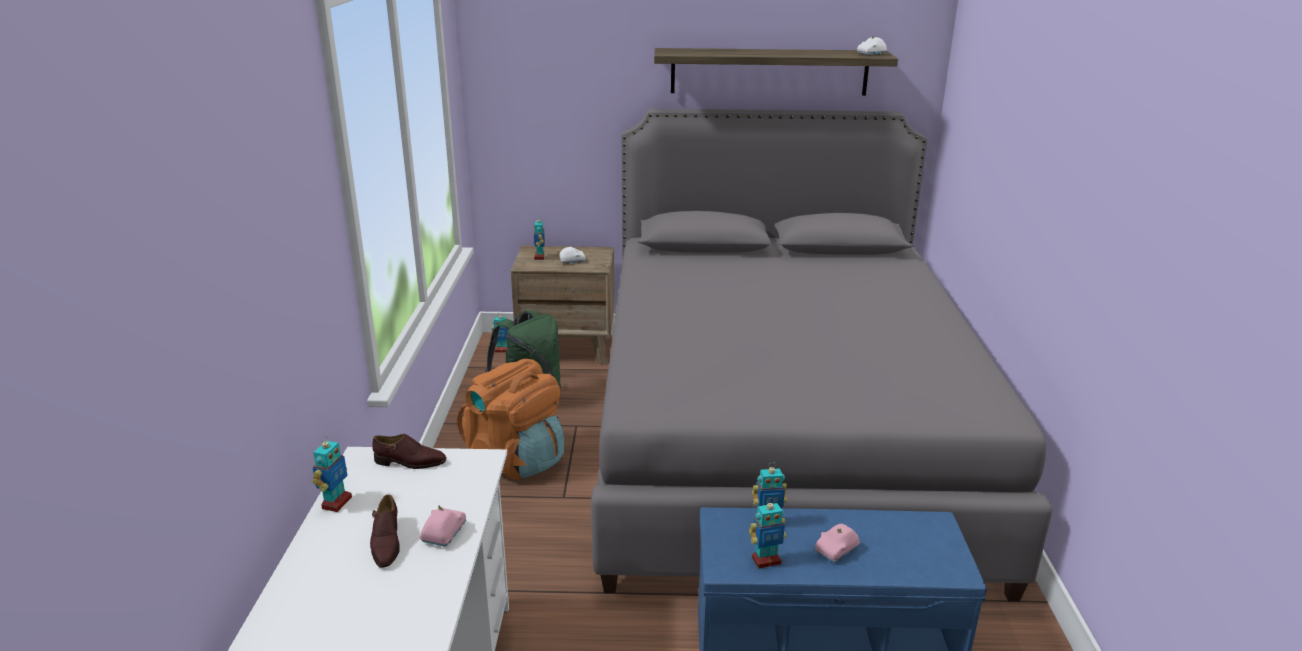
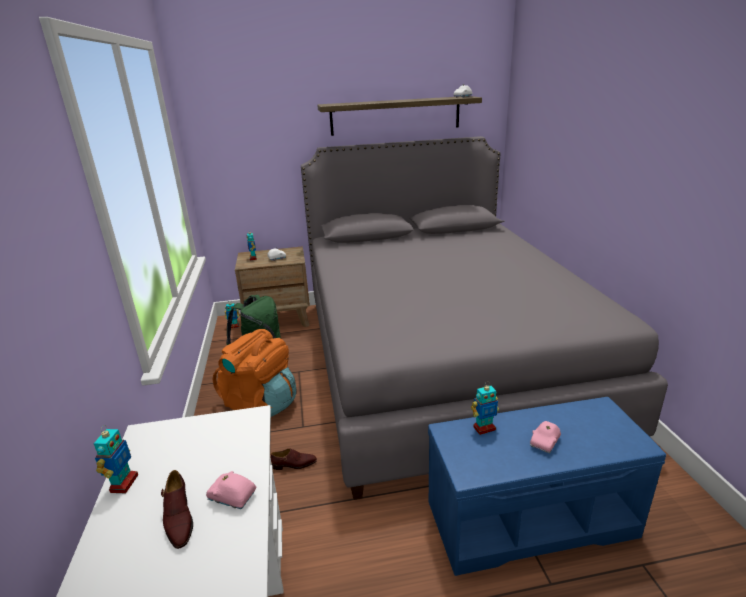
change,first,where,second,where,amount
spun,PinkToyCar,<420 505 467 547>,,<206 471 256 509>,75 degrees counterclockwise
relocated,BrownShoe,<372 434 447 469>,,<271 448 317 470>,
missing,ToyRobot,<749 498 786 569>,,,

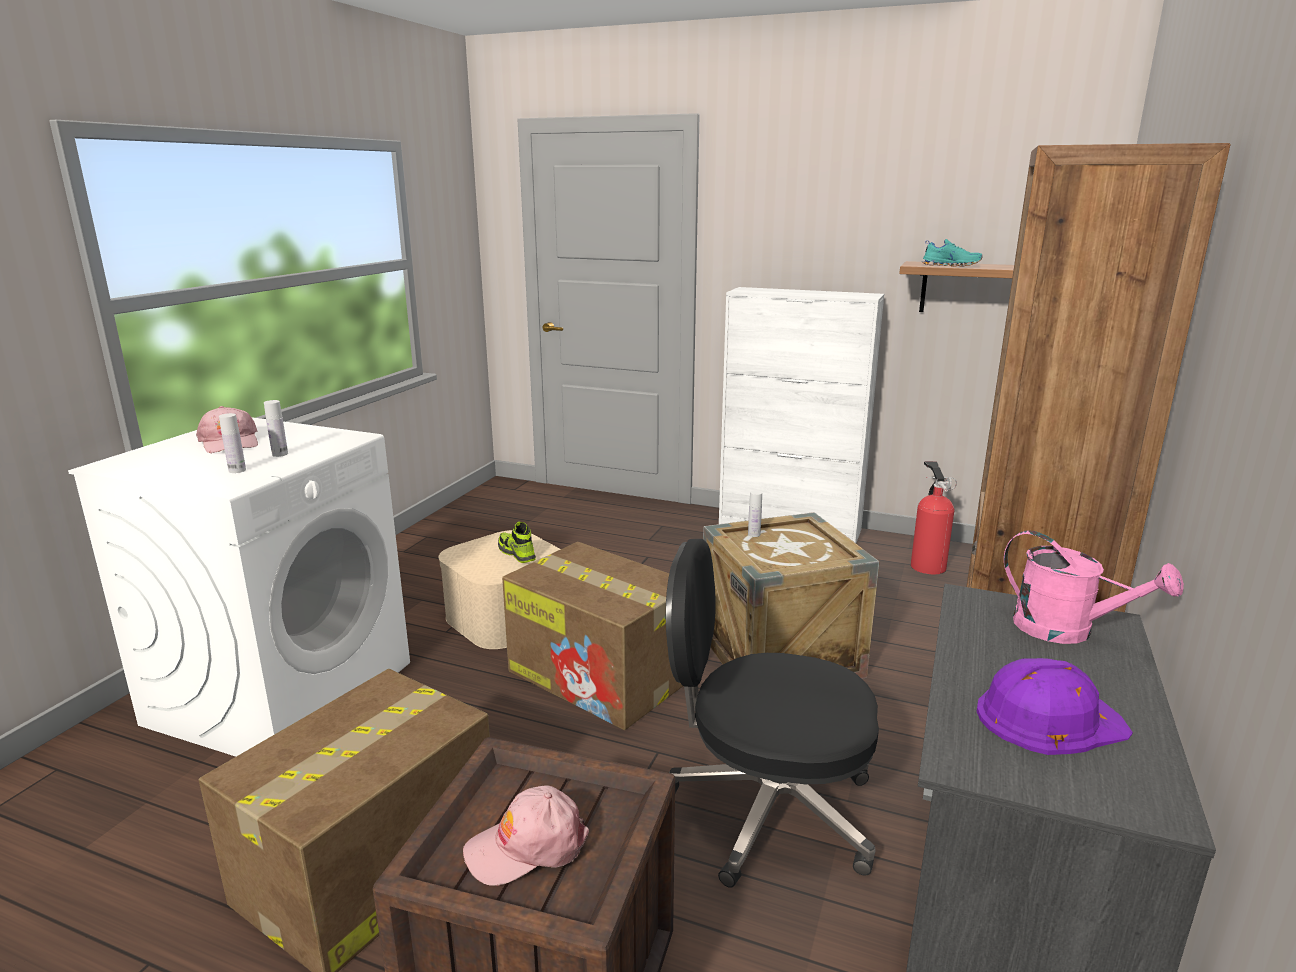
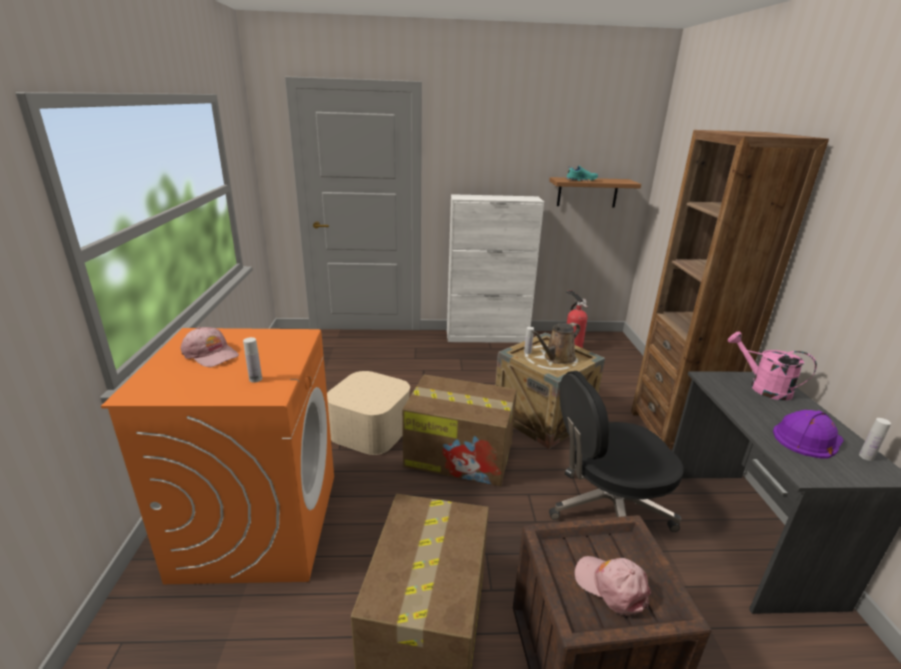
change,first,where,second,where,amount
colour,WhiteWashingMachine,<68 417 410 757>,OrangeWashingMachine,<101 328 334 584>,
appeared,,,BrownWateringCan,<532 323 580 364>,
spun,PinkCap,<463 785 589 886>,,<575 556 651 616>,90 degrees clockwise
spun,PinkWateringCan,<1004 530 1184 644>,,<727 332 817 401>,150 degrees counterclockwise
relocated,WhiteBottle,<264 400 288 457>,,<859 418 891 461>,
missing,Shoe,<498 522 536 563>,,,

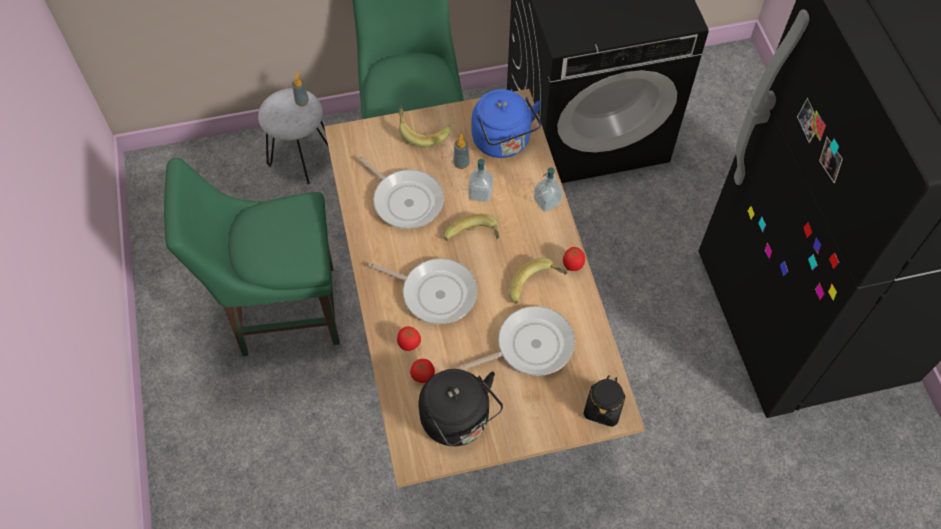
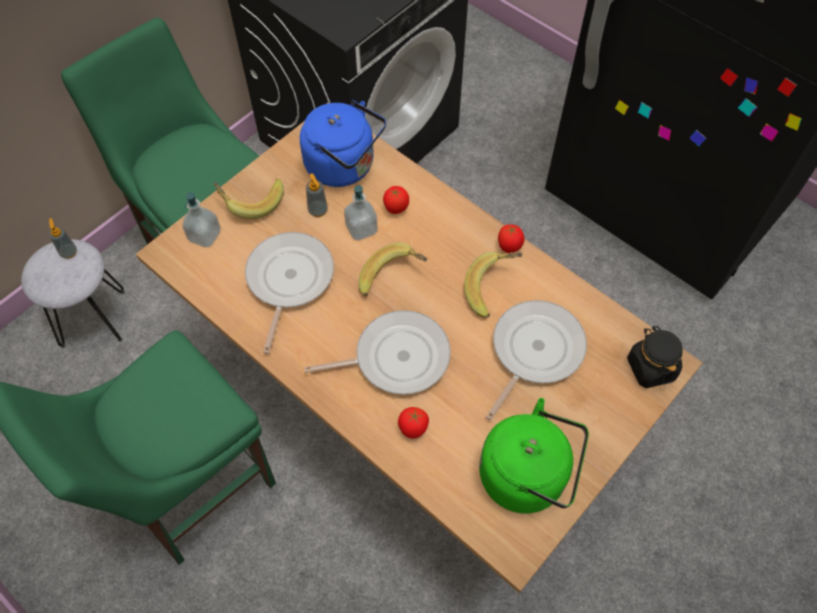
change,first,where,second,where,amount
relocated,SoapDispenser,<534 167 563 212>,,<182 192 221 248>,
spun,FryingPan,<357 156 444 229>,,<245 232 334 354>,90 degrees counterclockwise
relocated,Tomato,<410 359 435 383>,,<383 186 409 214>,
colour,BlackKettle,<419 369 503 446>,GreenKettle,<479 398 589 514>,

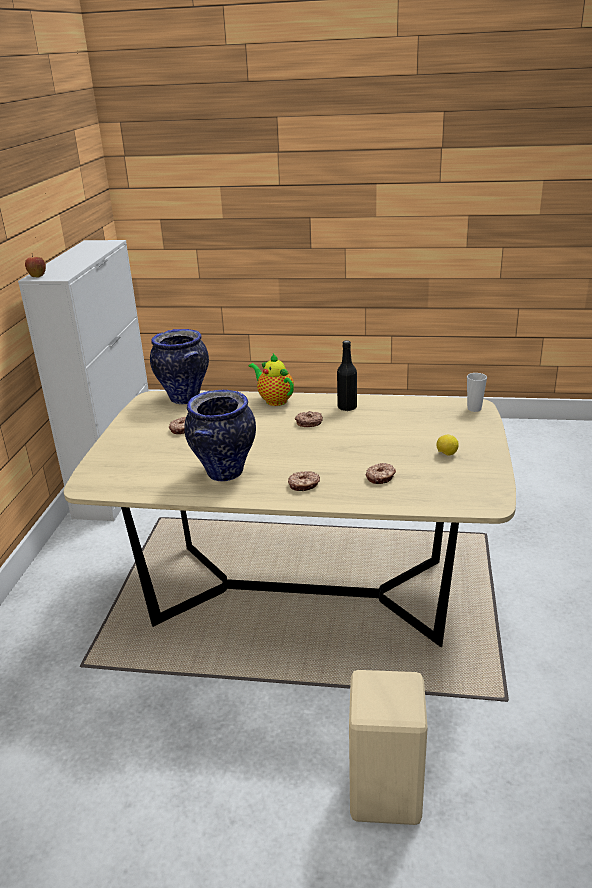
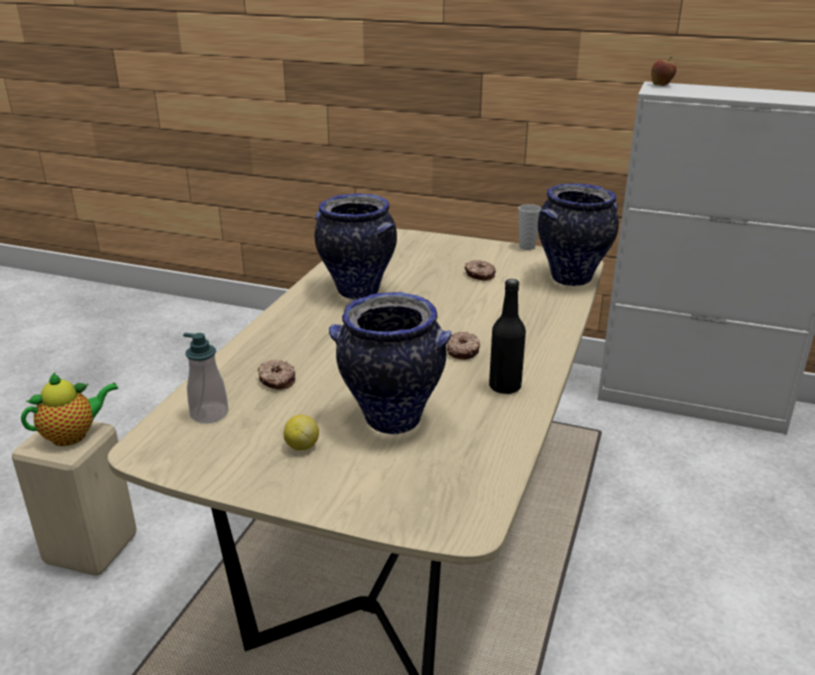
change,first,where,second,where,amount
relocated,Teapot,<249 353 294 406>,,<21 373 119 446>,
appeared,,,SoapDispenser,<183 333 229 423>,
appeared,,,Vase,<329 292 452 434>,
relocated,Cup,<467 373 487 412>,,<518 204 541 250>,
missing,Donut,<288 471 320 491>,,,

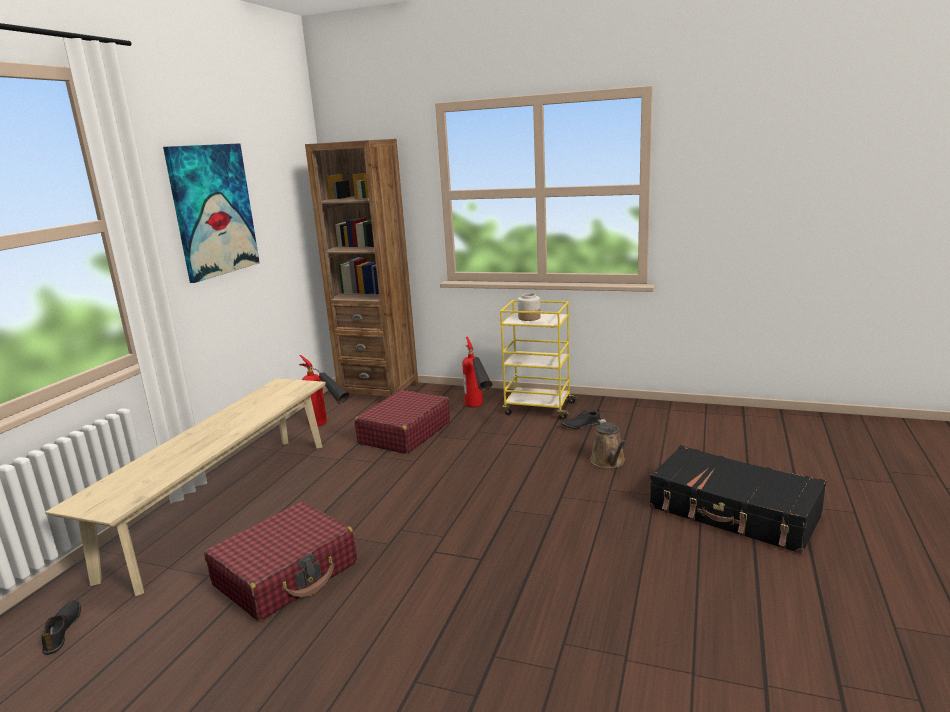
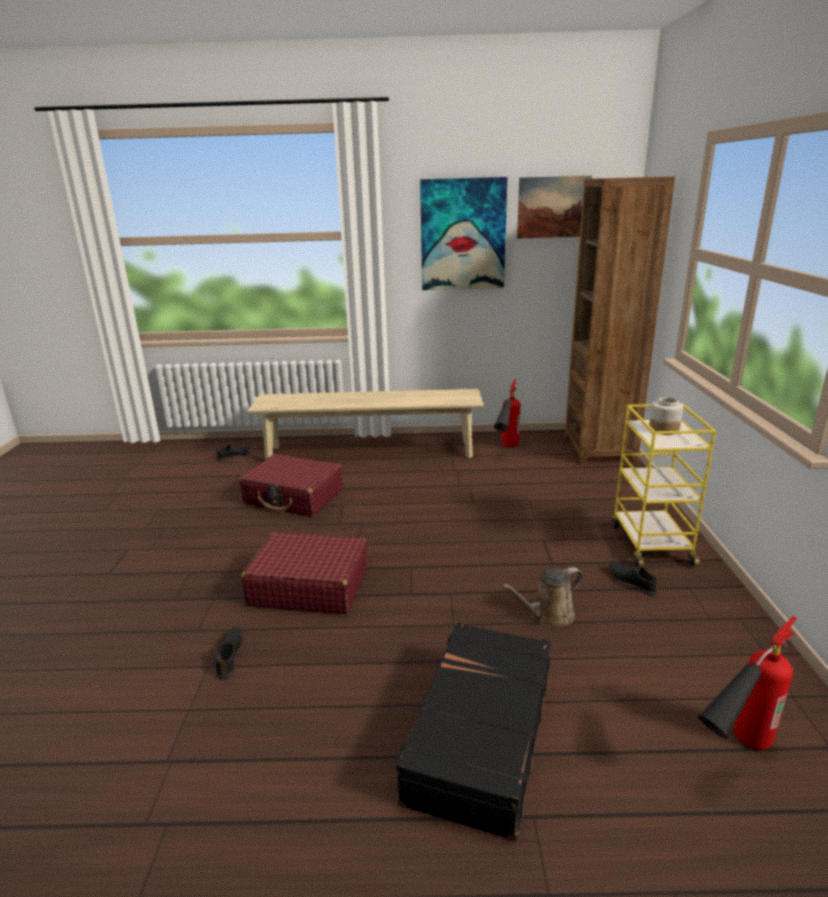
change,first,where,second,where,amount
appeared,,,BlackShoe,<216 627 243 679>,
relocated,RedSuitcase,<355 390 450 454>,,<241 532 367 614>,
appeared,,,Picture,<517 176 592 239>,
relocated,FireExtinguisher,<462 337 492 407>,,<698 616 797 750>,

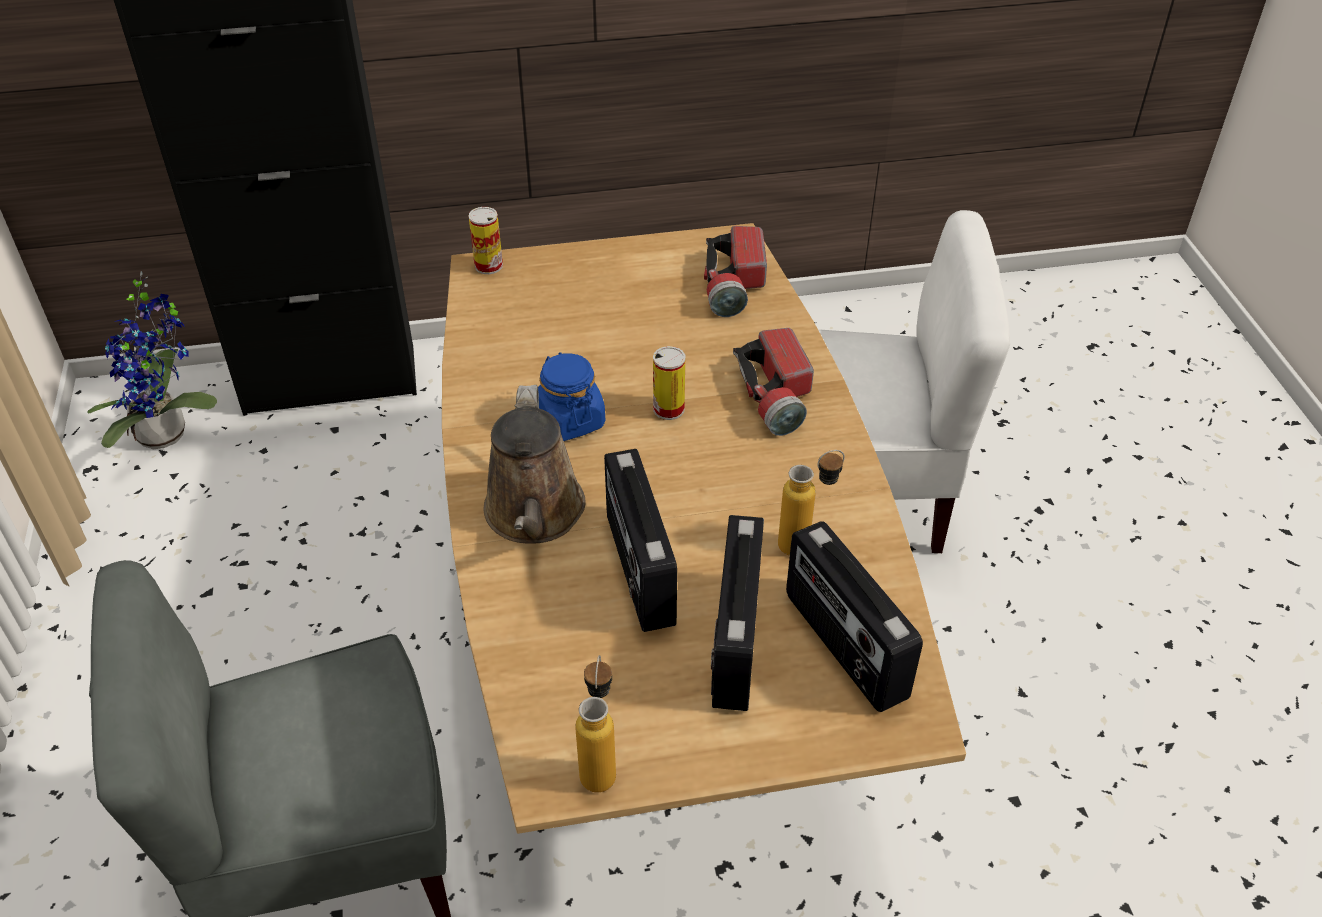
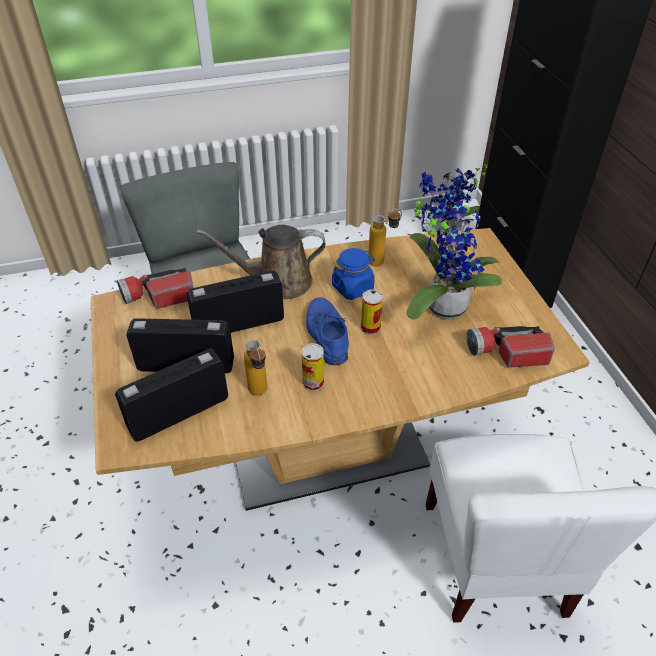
change,first,where,second,where,amount
relocated,Flashlight,<733 328 814 436>,,<117 268 193 309>,
relocated,Can,<468 207 503 274>,,<302 343 324 391>,
appeared,,,BlueShoe,<306 297 349 365>,
relocated,Bottle,<575 655 616 792>,,<368 209 402 266>,
appeared,,,PottedPlant,<406 172 502 320>,

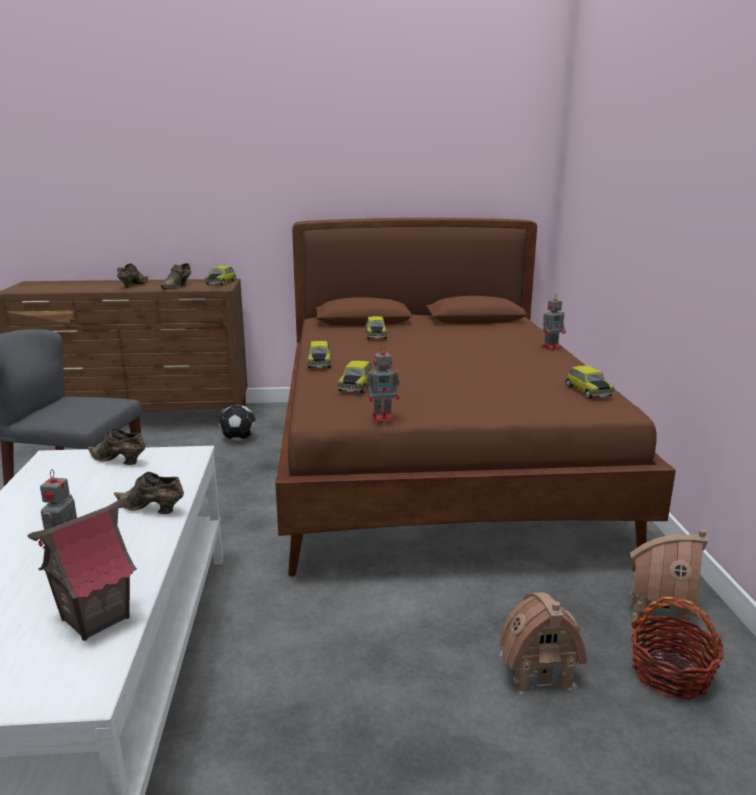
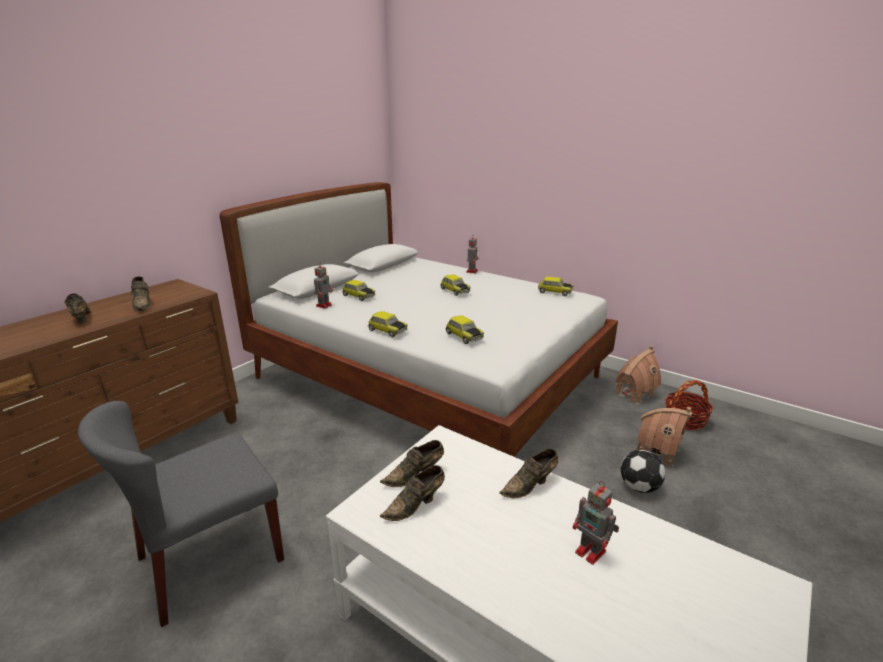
change,first,where,second,where,amount
colour,BrownBed,<275 218 676 576>,WhiteBed,<219 182 618 457>,
relocated,ToyRobot,<368 345 399 422>,,<314 263 333 309>,
appeared,,,BrownShoe,<380 465 445 521>,
relocated,ToyCar,<205 266 236 286>,,<440 275 470 296>,
relocated,Football,<219 405 256 441>,,<621 450 665 493>,
missing,ToyHouse,<28 498 137 641>,,,

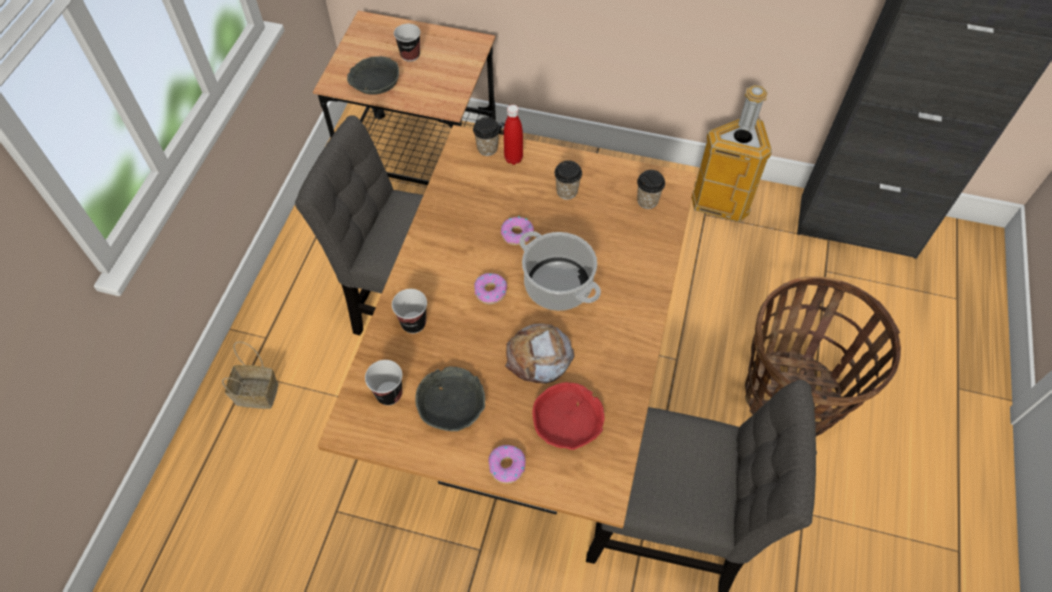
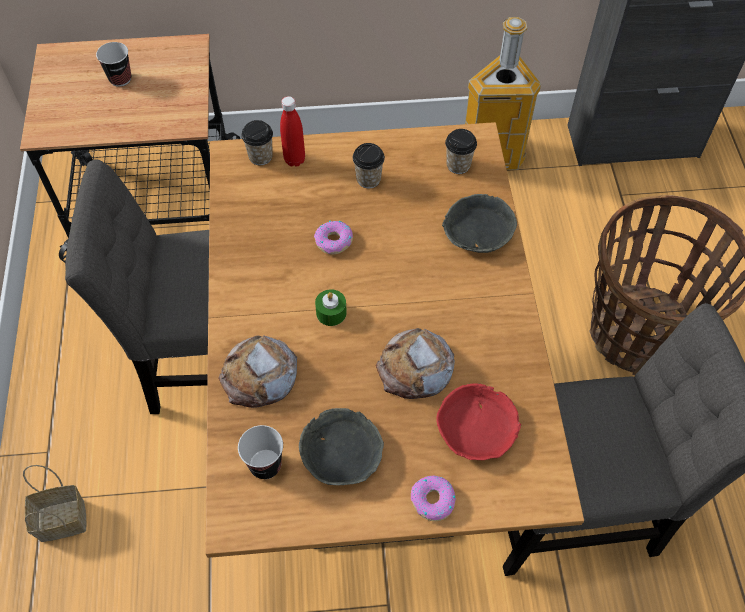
change,first,where,second,where,amount
exchanged,Cup,<392 289 427 334>,Bread,<218 335 297 408>,
exchanged,Donut,<474 273 507 304>,GreenCandle,<315 289 347 326>,
relocated,GreyBowl,<347 56 399 95>,,<442 194 517 253>,
missing,CookingPot,<520 231 601 311>,,,

